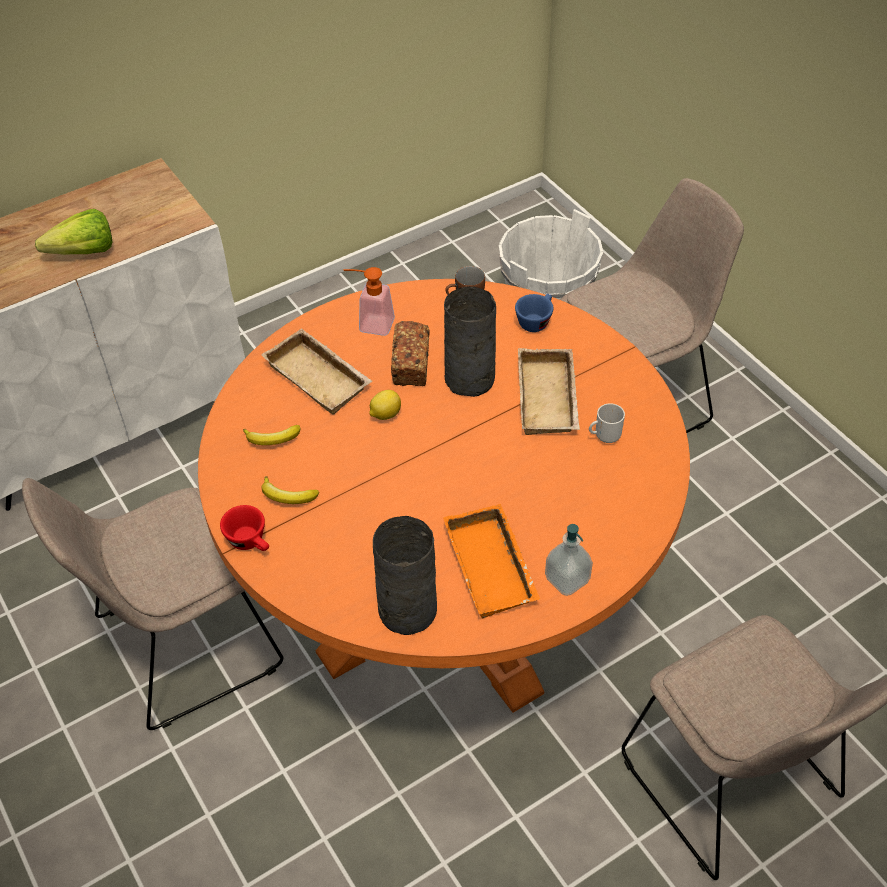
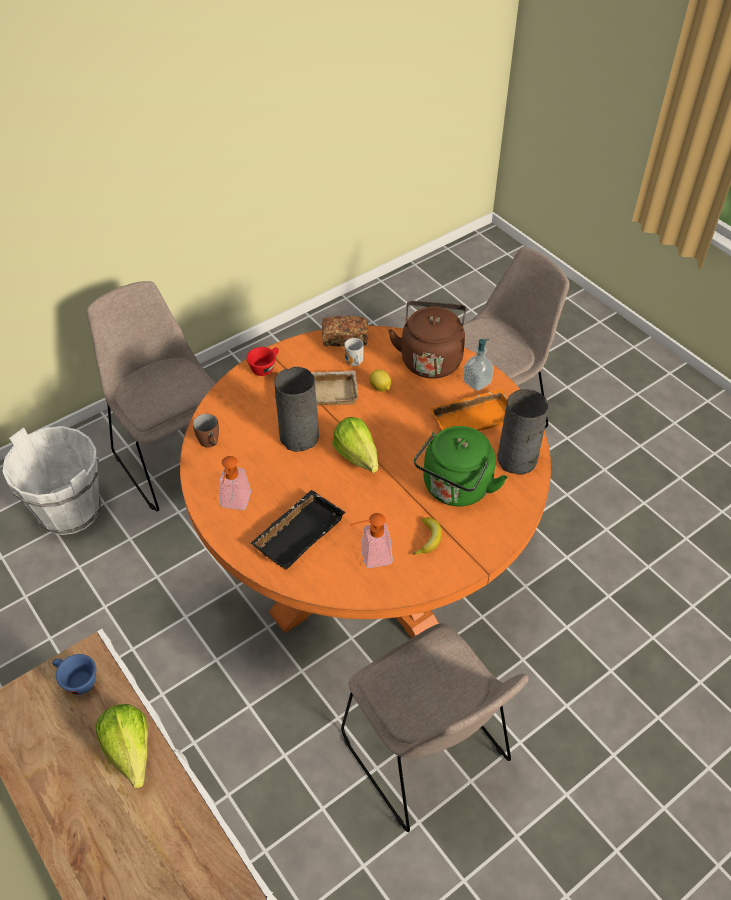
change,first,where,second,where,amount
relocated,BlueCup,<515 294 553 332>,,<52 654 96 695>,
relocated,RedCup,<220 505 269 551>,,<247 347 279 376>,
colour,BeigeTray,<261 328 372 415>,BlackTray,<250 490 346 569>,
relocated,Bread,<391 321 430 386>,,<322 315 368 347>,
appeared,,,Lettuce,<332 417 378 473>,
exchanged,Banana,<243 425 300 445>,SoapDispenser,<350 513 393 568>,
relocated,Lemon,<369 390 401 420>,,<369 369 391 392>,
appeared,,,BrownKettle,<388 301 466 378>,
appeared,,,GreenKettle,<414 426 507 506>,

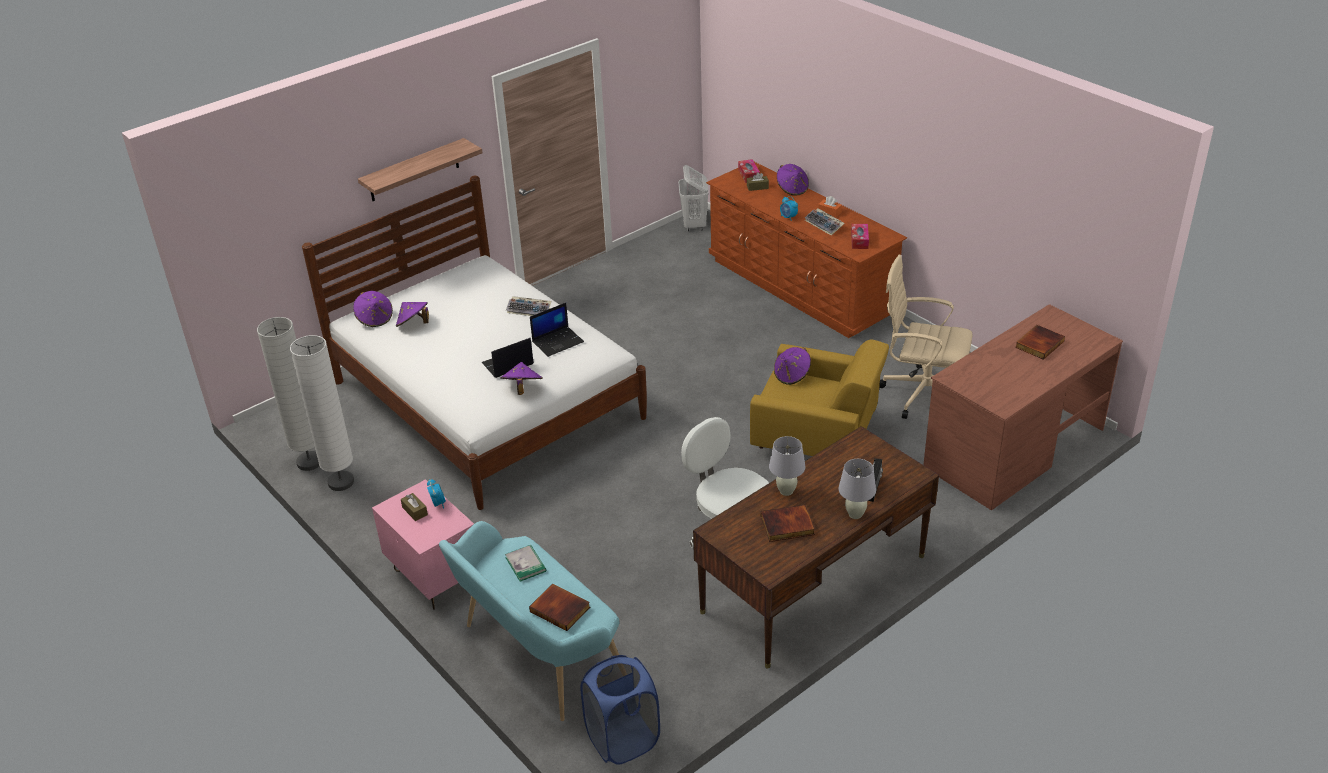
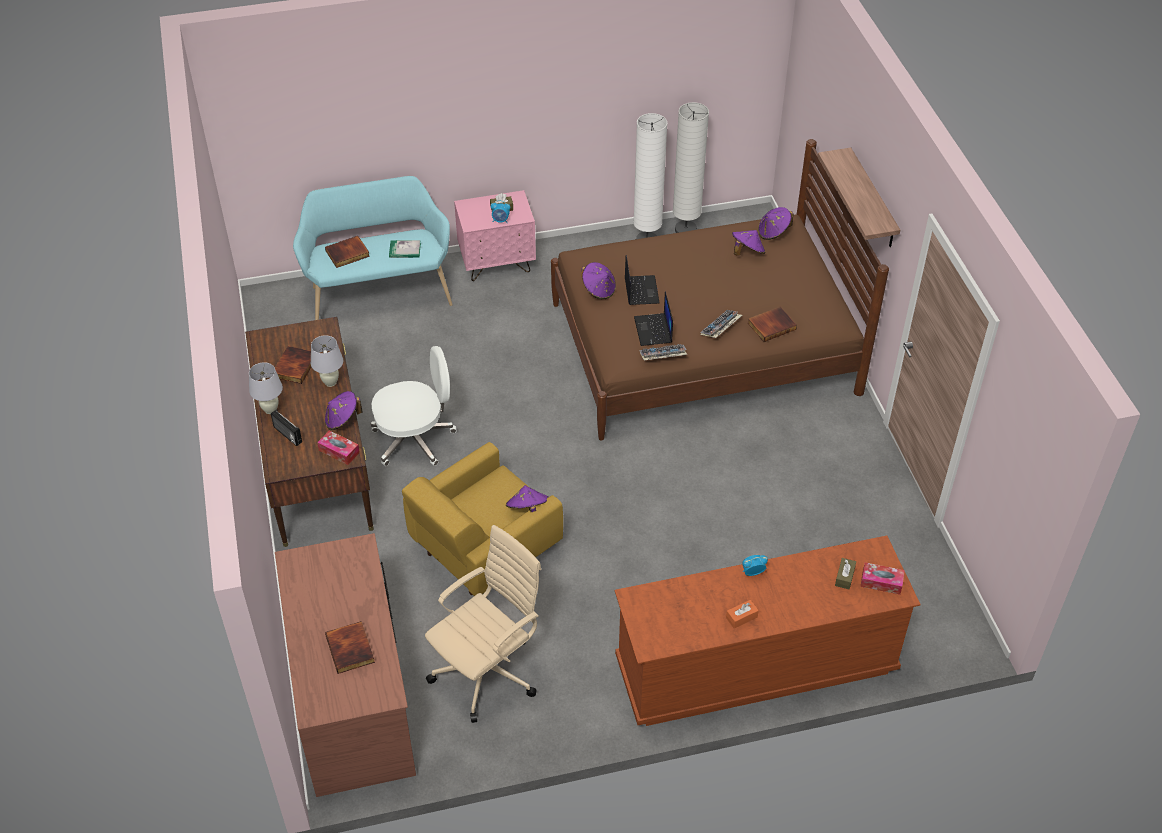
change,first,where,second,where,amount
relocated,TissueBox,<851 224 869 249>,,<317 430 360 465>,
relocated,PurpleHat,<777 164 809 196>,,<325 391 362 430>,
colour,WhiteBed,<302 176 647 510>,BrownBed,<551 139 889 441>,
relocated,Keyboard,<805 208 845 236>,,<639 344 688 360>,
appeared,,,Book,<748 307 797 342>,
missing,BlueLaundryBasket,<581 655 660 765>,,,
missing,WhiteLaundryBasket,<678 165 709 231>,,,

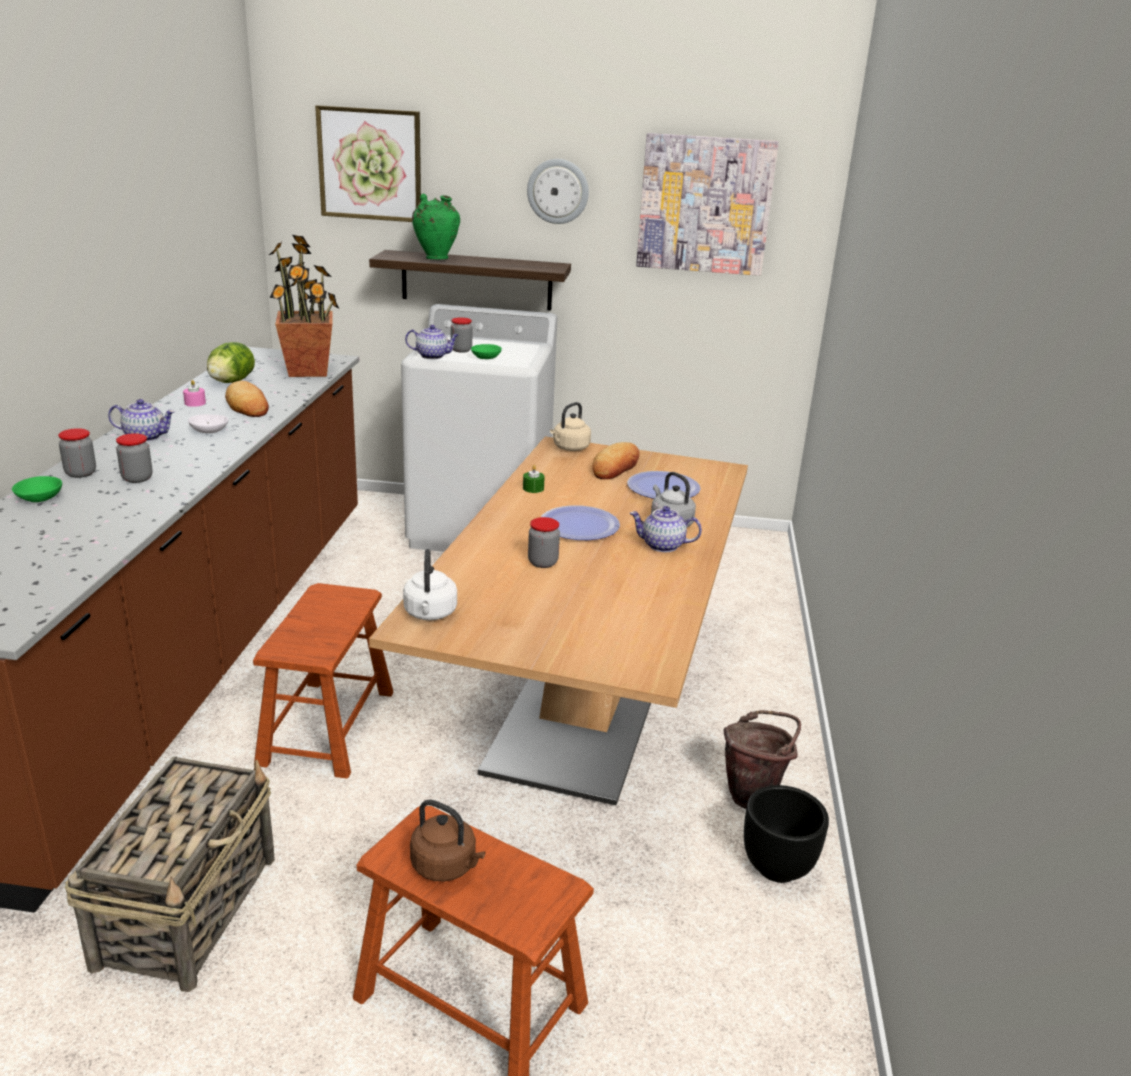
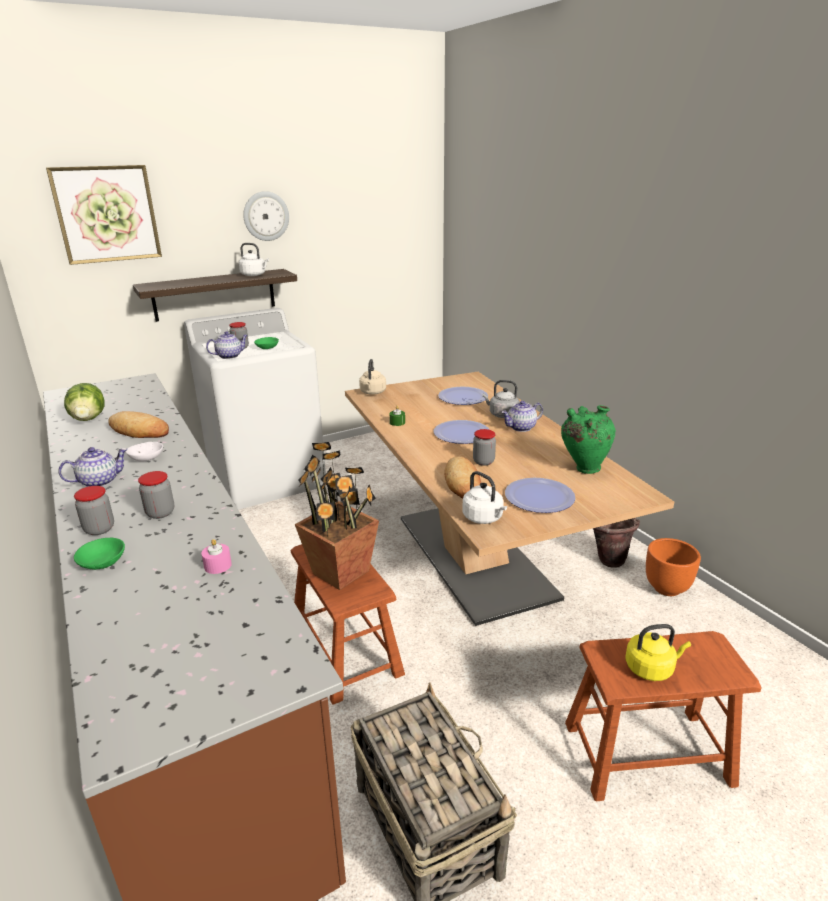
change,first,where,second,where,amount
relocated,PinkCandle,<183 380 206 407>,,<202 539 232 574>,
appeared,,,WhiteKettle,<239 243 269 276>,
relocated,PottedPlant,<269 235 339 377>,,<295 442 379 590>,
relocated,Bread,<592 442 640 479>,,<444 456 481 499>,
appeared,,,Plate,<505 478 576 513>,
relocated,GreenVase,<412 194 460 259>,,<561 405 616 474>,
colour,BrownKettle,<410 800 485 881>,YellowKettle,<626 624 691 681>,
colour,BlackPlanter,<744 785 829 883>,OrangePlanter,<646 538 701 596>,
missing,Picture,<636 133 779 276>,,,

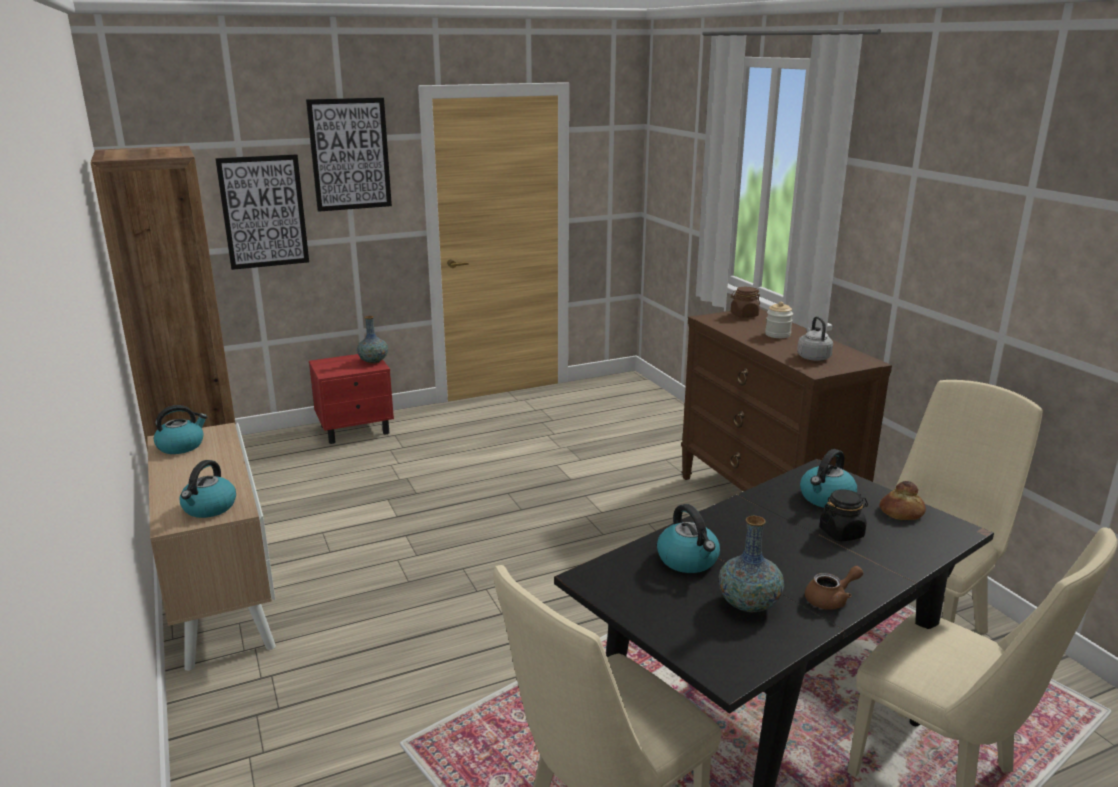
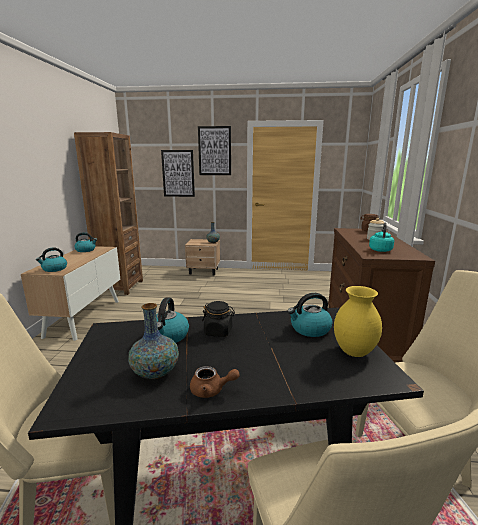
change,first,where,second,where,amount
colour,RedNightstand,<309 354 394 444>,BeigeNightstand,<185 239 220 276>,
relocated,BlackJar,<819 489 868 542>,,<202 301 235 337>,
exchanged,Bread,<880 481 926 520>,YellowVase,<334 286 382 357>,
colour,GreyKettle,<797 316 833 361>,TurquoiseKettle,<369 222 394 252>,

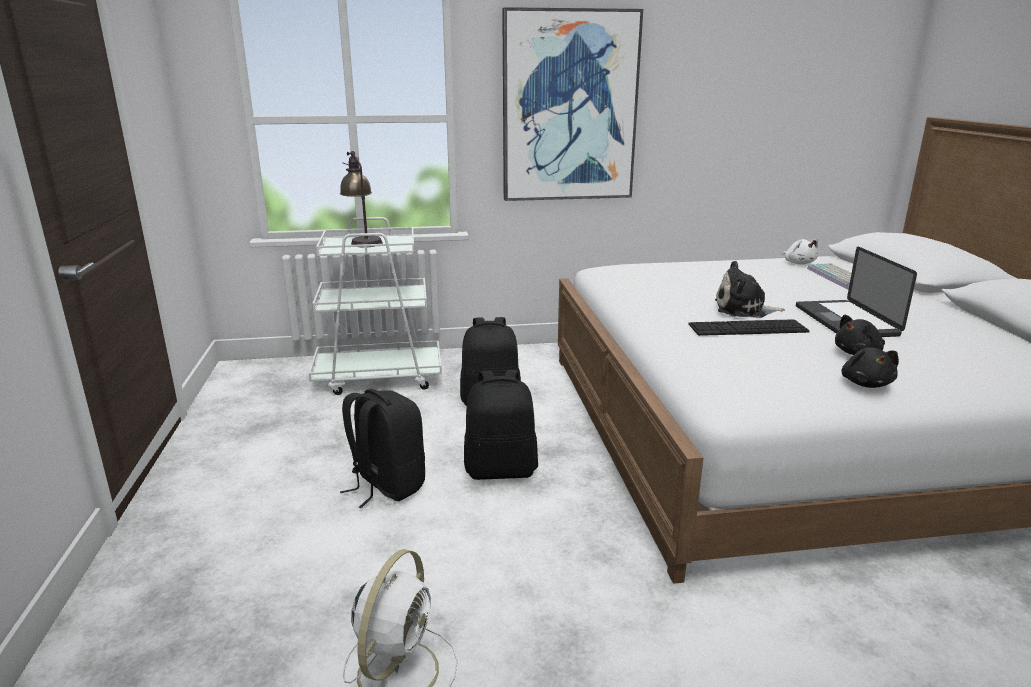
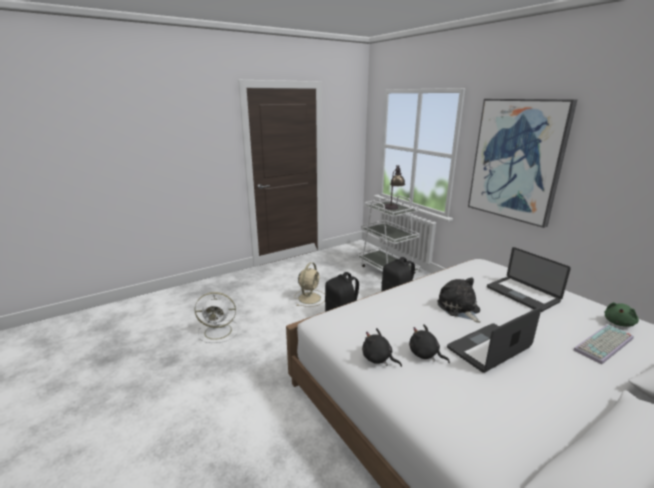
change,first,where,second,where,amount
exchanged,BlackBackpack,<340 389 425 508>,BeigeFan,<294 262 325 307>,
spun,BlackPlushToy,<842 347 899 388>,,<362 328 402 367>,60 degrees clockwise
appeared,,,Laptop,<487 247 571 312>,
colour,WhitePlushToy,<782 239 818 265>,GreenPlushToy,<604 302 639 327>,
missing,Keyboard,<688 319 810 336>,,,

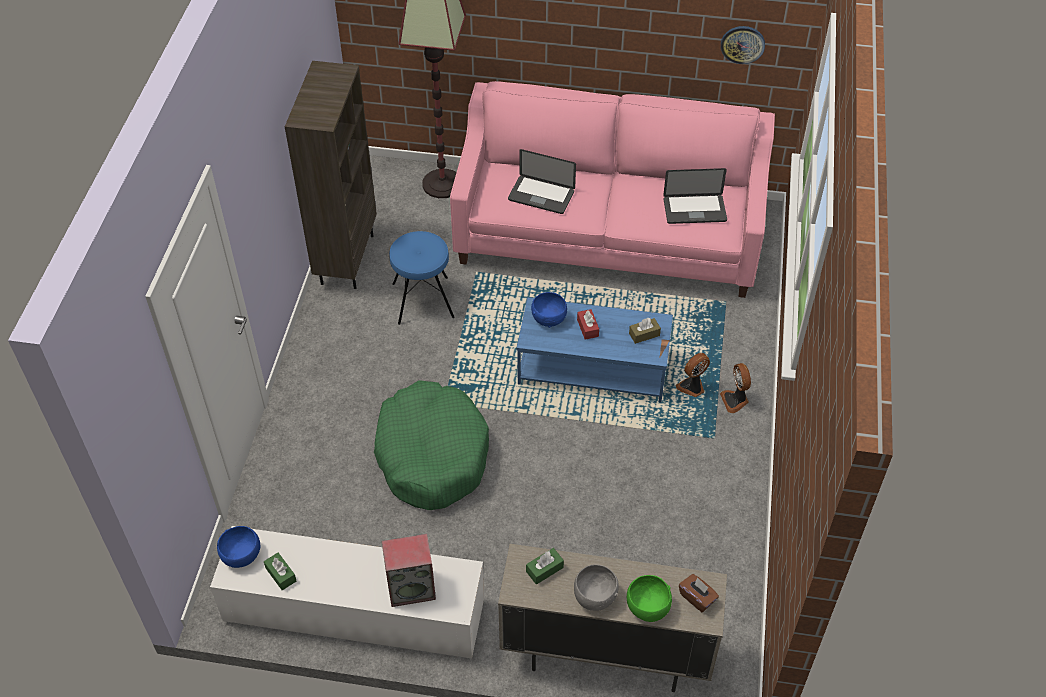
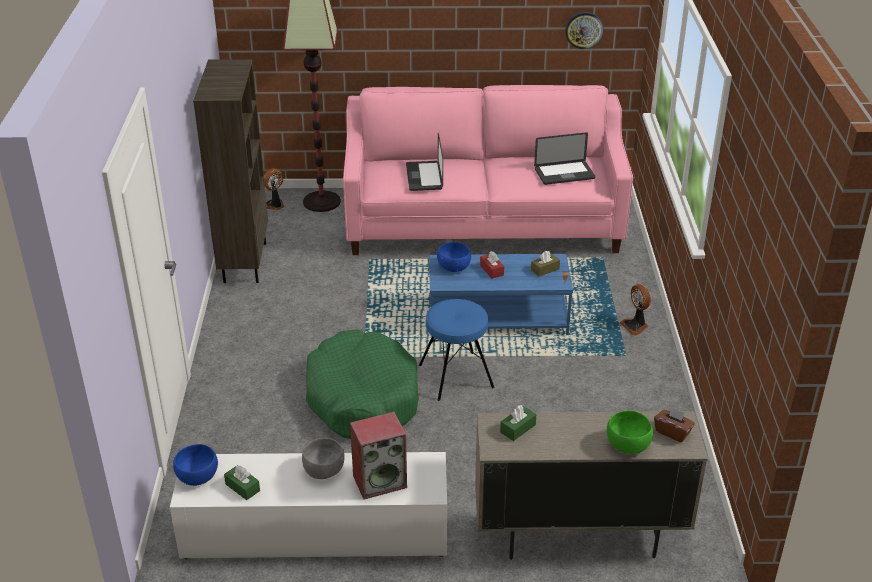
change,first,where,second,where,amount
relocated,Fan,<676 353 710 397>,,<264 168 284 210>,
relocated,GreyBowl,<574 564 619 611>,,<302 438 345 479>,
spun,Laptop,<508 149 576 214>,,<406 133 443 191>,75 degrees clockwise
relocated,BlueStool,<389 231 455 325>,,<419 299 495 401>,

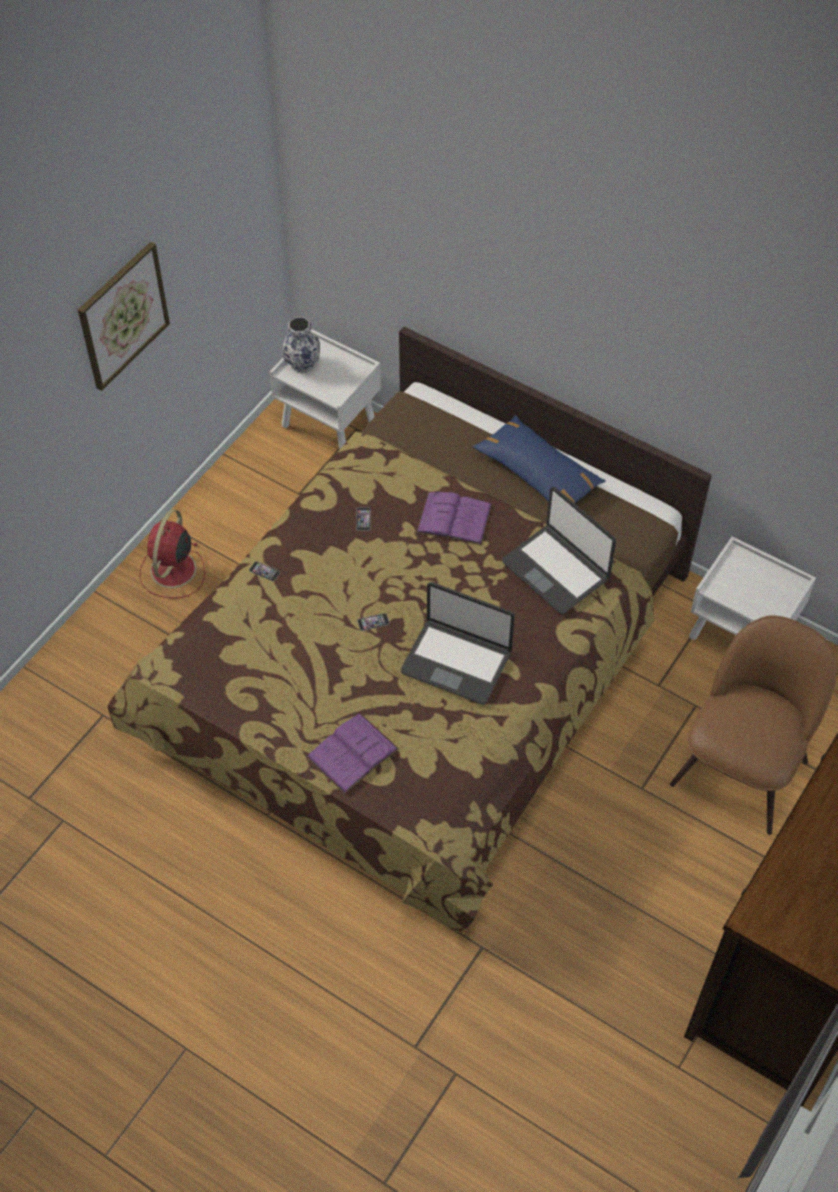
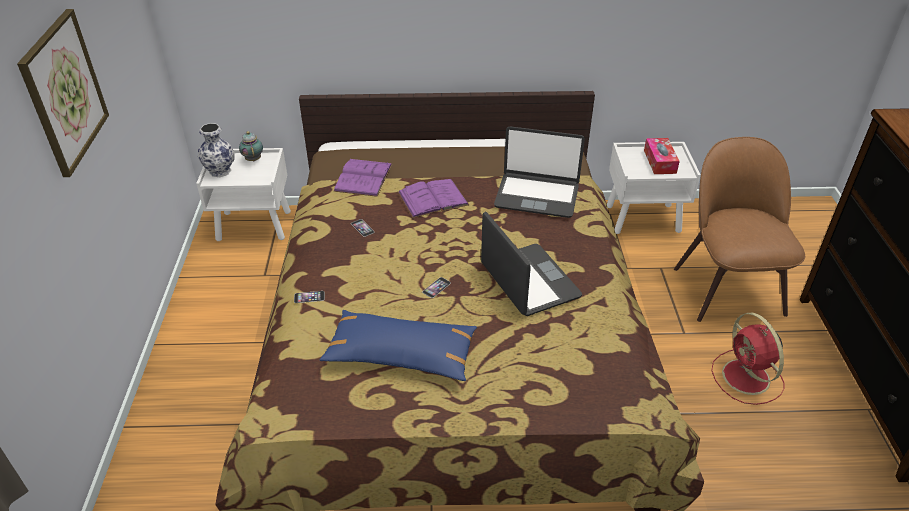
change,first,where,second,where,amount
appeared,,,Teapot,<239 131 263 161>,
relocated,BluePillow,<473 415 606 503>,,<320 310 477 381>,
relocated,PurpleBook,<307 713 399 794>,,<333 159 392 197>,
spun,Laptop,<401 582 515 704>,,<481 212 582 316>,105 degrees counterclockwise
appeared,,,TissueBox,<644 138 680 174>,
relocated,RedFan,<139 509 205 598>,,<711 313 785 405>,

